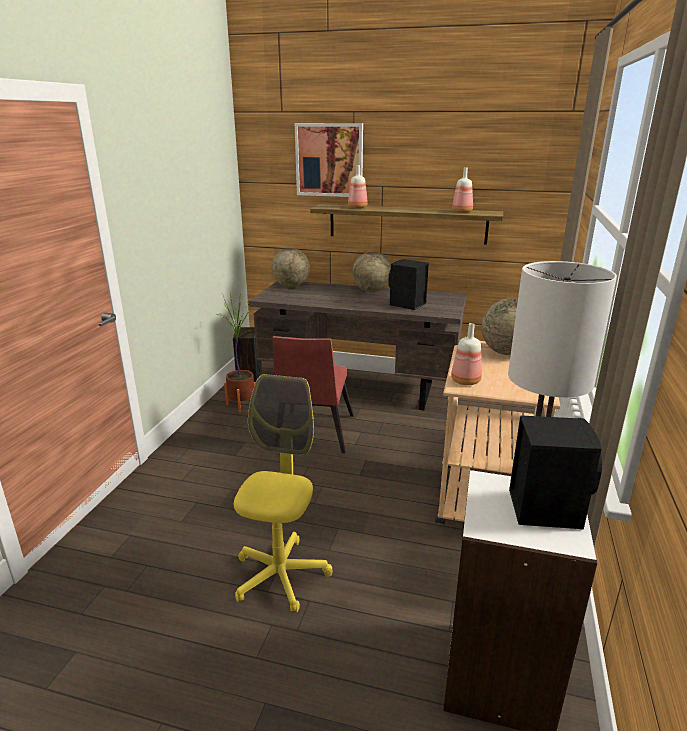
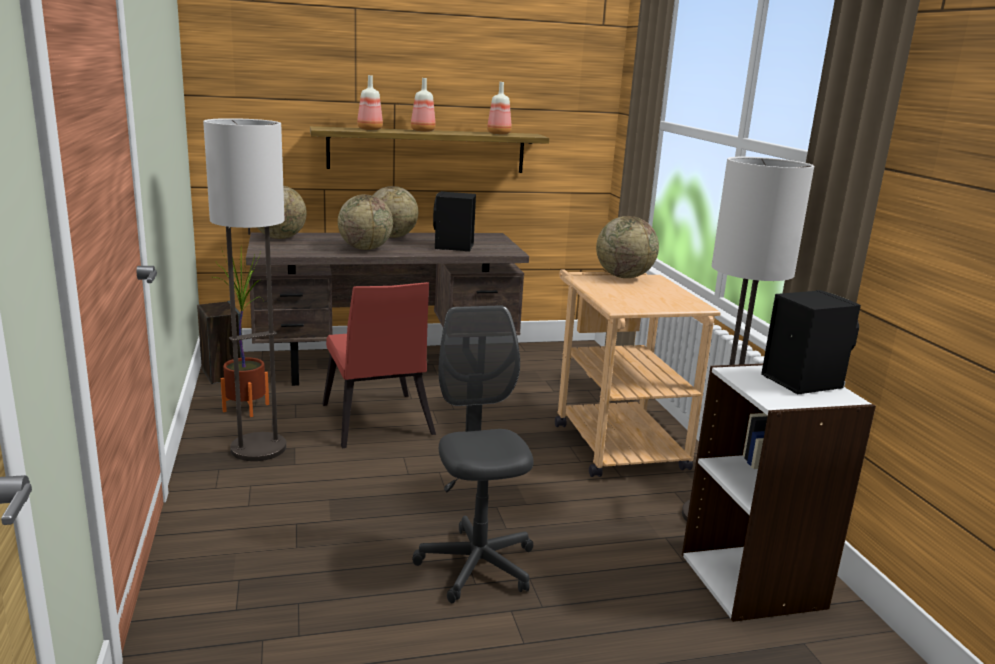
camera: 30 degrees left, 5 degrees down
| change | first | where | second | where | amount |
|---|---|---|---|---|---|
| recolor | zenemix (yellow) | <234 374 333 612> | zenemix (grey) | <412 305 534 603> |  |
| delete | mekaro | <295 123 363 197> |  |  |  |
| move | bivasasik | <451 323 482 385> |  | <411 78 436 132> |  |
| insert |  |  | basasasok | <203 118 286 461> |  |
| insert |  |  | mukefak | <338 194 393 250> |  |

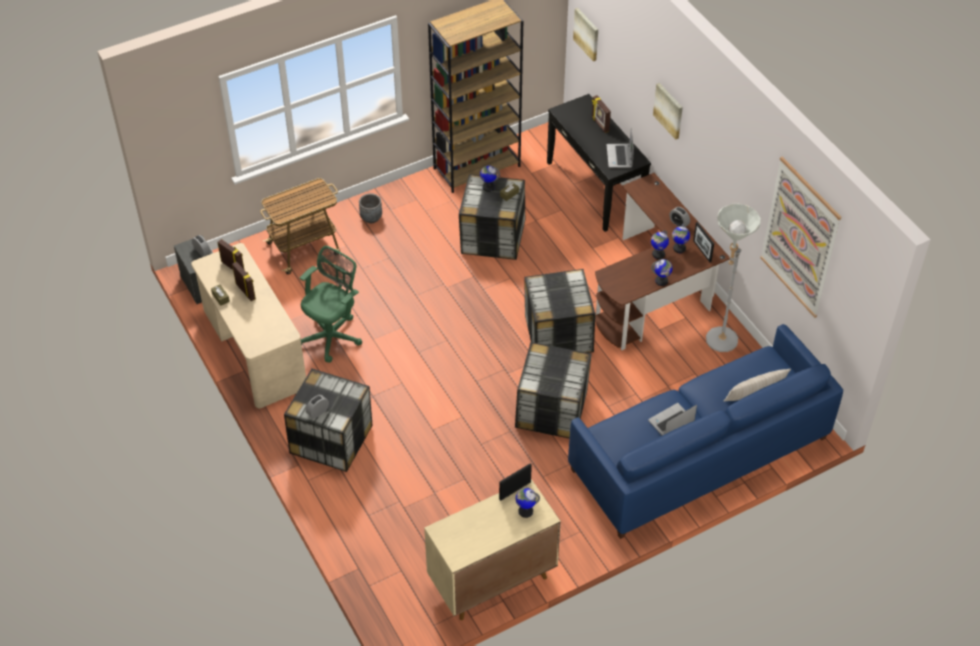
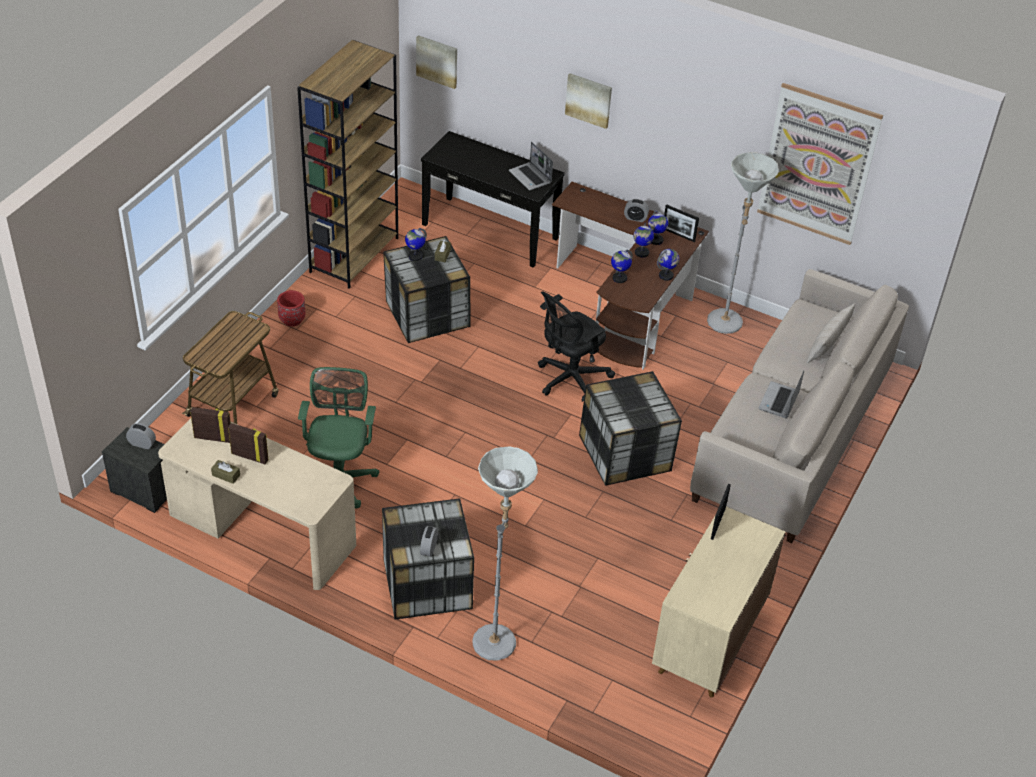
camera: 35 degrees left, 5 degrees down
| change | first | where | second | where | amount |
|---|---|---|---|---|---|
| delete | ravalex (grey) | <359 193 382 223> |  |  |  |
| move | mukefak | <516 488 540 518> |  | <611 250 633 283> |  |
| replace | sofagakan | <524 269 595 353> | zenemix (black) | <538 291 615 402> |  |
| recolor | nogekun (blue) | <568 324 843 539> | nogekun (beige) | <690 269 909 543> |  |
| delete | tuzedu | <592 95 611 133> |  |  |  |
| insert |  |  | ravalex (red) | <277 290 306 327> |  |
| insert |  |  | basasasok (grey) | <472 446 538 660> |  |

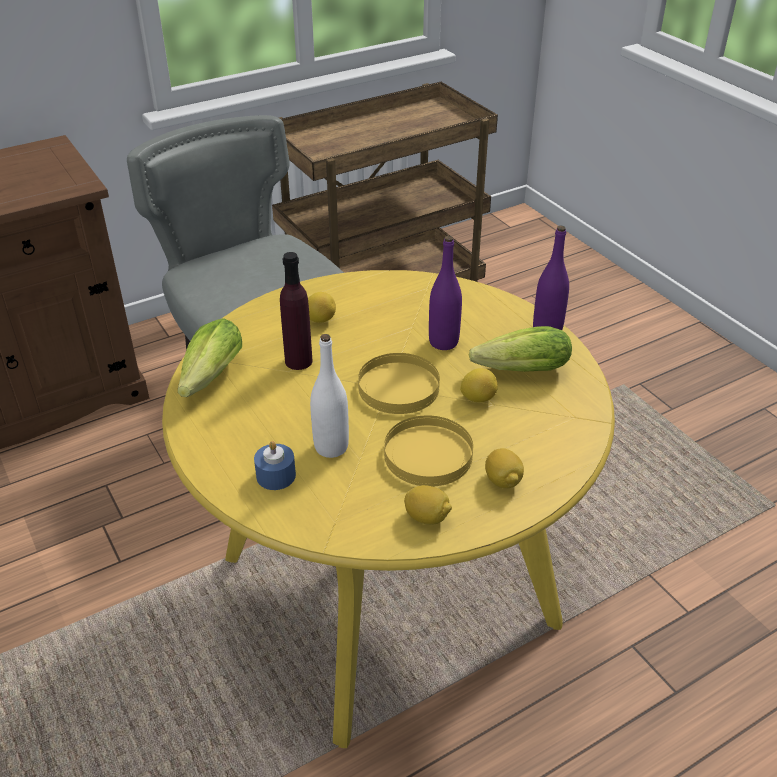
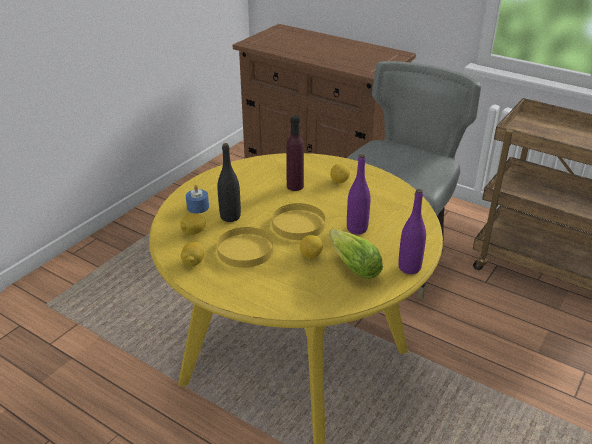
camera: 65 degrees right, 5 degrees down
| change | first | where | second | where | amount |
|---|---|---|---|---|---|
| delete | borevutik | <178 318 242 397> |  |  |  |
| recolor | bivasasik (white) | <310 334 349 458> | bivasasik (black) | <217 143 241 222> |  |
| move | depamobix | <485 448 524 489> |  | <180 214 206 235> |  |

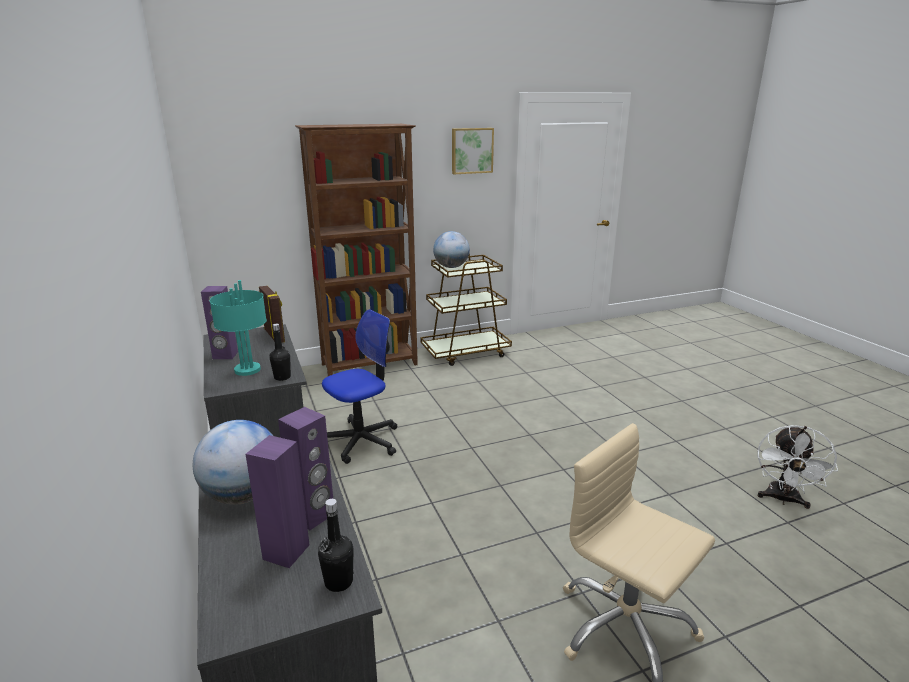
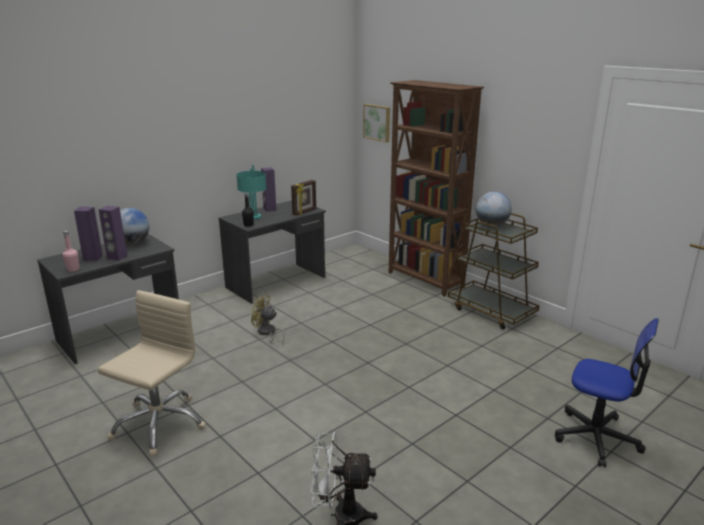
camera: 70 degrees right, 0 degrees up
| change | first | where | second | where | amount |
|---|---|---|---|---|---|
| recolor | bivasasik (black) | <318 499 354 592> | bivasasik (pink) | <62 231 79 272> |  |
| move | zenemix | <322 309 397 464> |  | <555 318 659 468> |  |
| move | mekaro | <452 128 494 174> |  | <363 104 390 143> |  |
| insert |  |  | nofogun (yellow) | <251 295 285 345> |  |

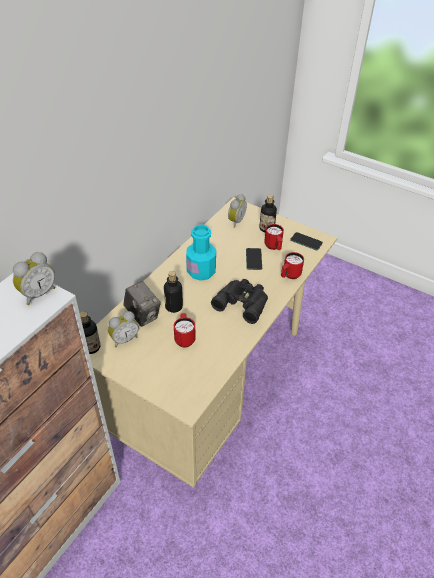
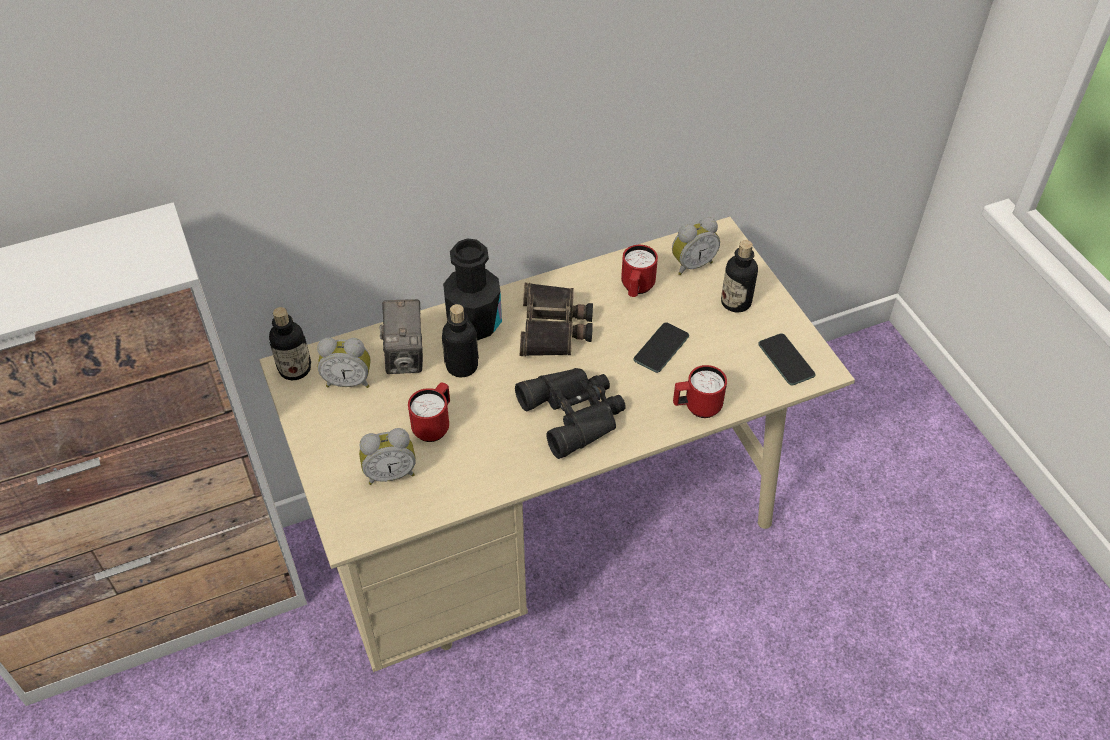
camera: 35 degrees right, 5 degrees up
| change | first | where | second | where | amount |
|---|---|---|---|---|---|
| move | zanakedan | <13 252 55 305> |  | <359 428 416 485> |  |
| replace | bivasasik (turquoise) | <186 225 216 281> | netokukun | <520 283 593 356> |  |
| move | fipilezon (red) | <264 224 284 250> |  | <621 245 658 297> |  |
| insert |  |  | bivasasik (black) | <443 238 502 340> |  |

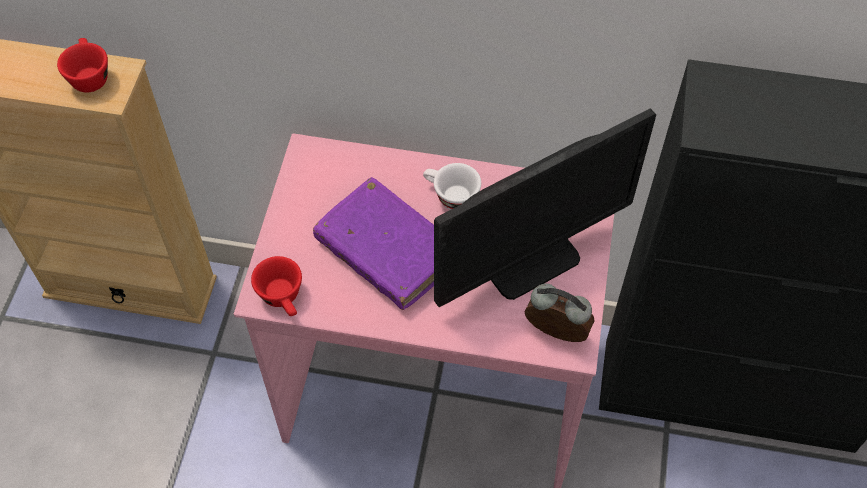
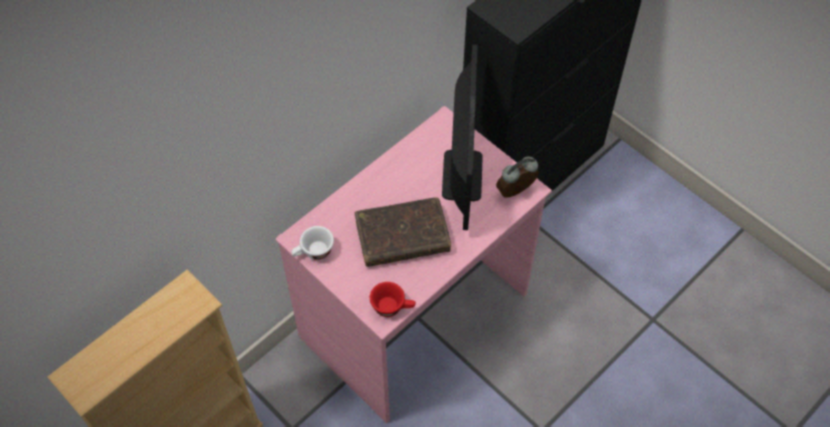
camera: 55 degrees left, 0 degrees up
| change | first | where | second | where | amount |
|---|---|---|---|---|---|
| delete | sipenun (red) | <57 38 108 93> |  |  |  |
| recolor | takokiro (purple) | <313 177 434 310> | takokiro (brown) | <355 197 451 267> |  |
| move | sipenun (white) | <423 163 481 210> |  | <291 226 334 260> |  |

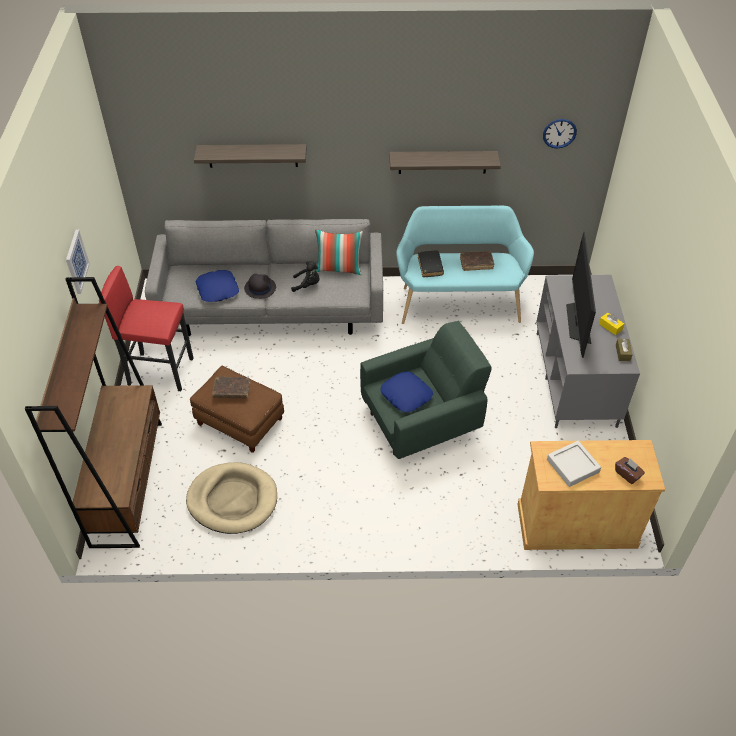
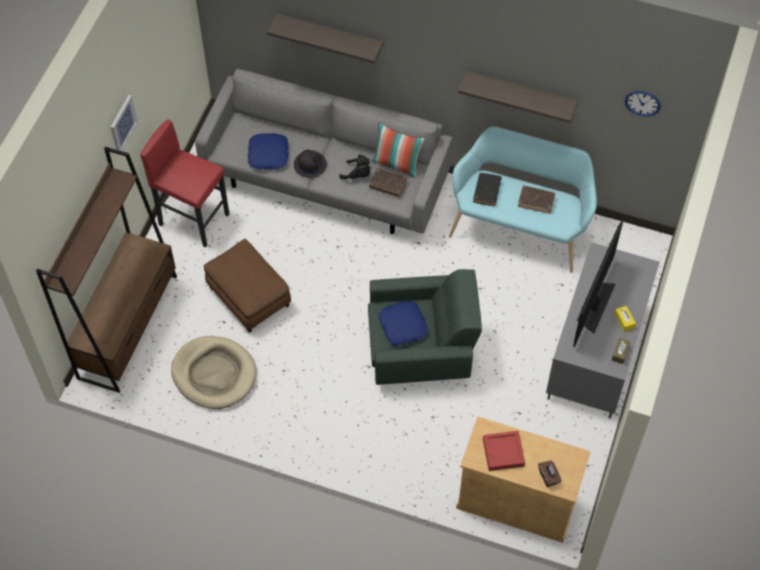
camera: 20 degrees right, 10 degrees up
| change | first | where | second | where | amount |
|---|---|---|---|---|---|
| move | takokiro (brown) | <212 377 250 398> |  | <369 168 407 197> |  |
| recolor | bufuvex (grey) | <547 441 601 487> | bufuvex (red) | <483 431 525 471> |  |

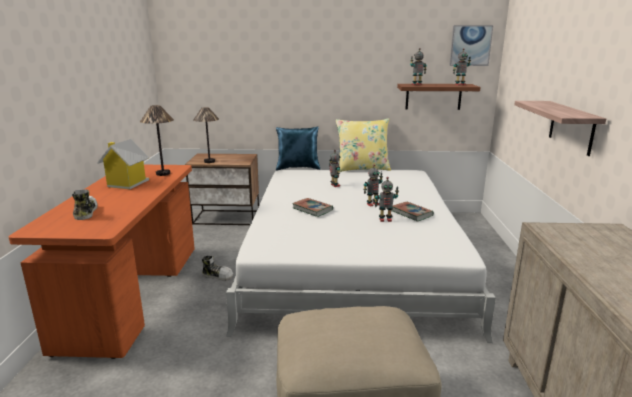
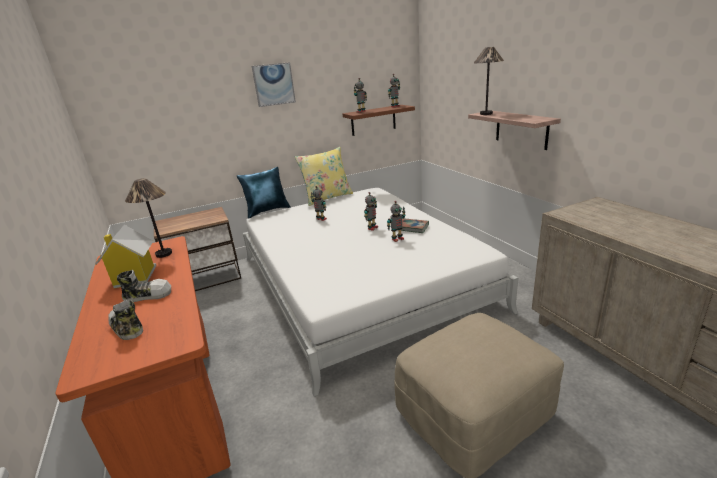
camera: 25 degrees left, 5 degrees up
| change | first | where | second | where | amount |
|---|---|---|---|---|---|
| move | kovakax | <193 107 219 163> |  | <474 47 504 115> |  |
| move | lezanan | <202 255 233 281> |  | <117 270 171 302> |  |
| delete | takokiro | <292 198 333 217> |  |  |  |
| move | mekaro | <449 25 493 66> |  | <252 62 296 107> |  |

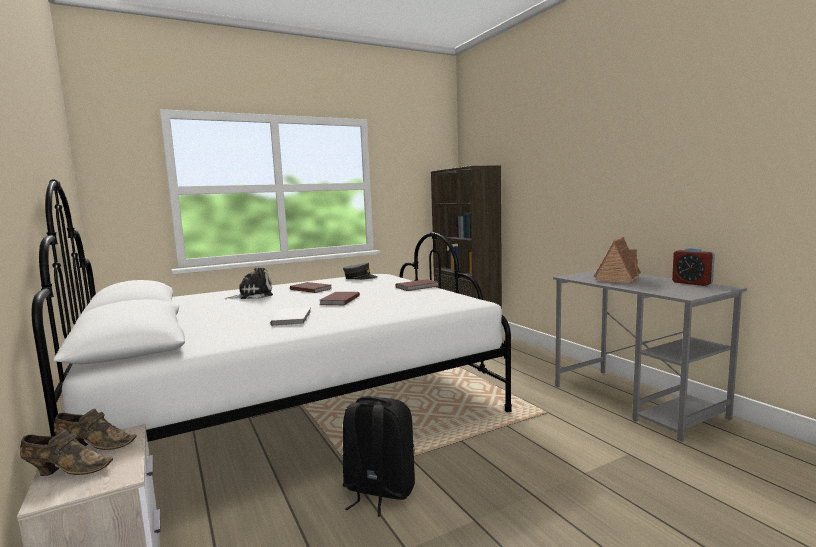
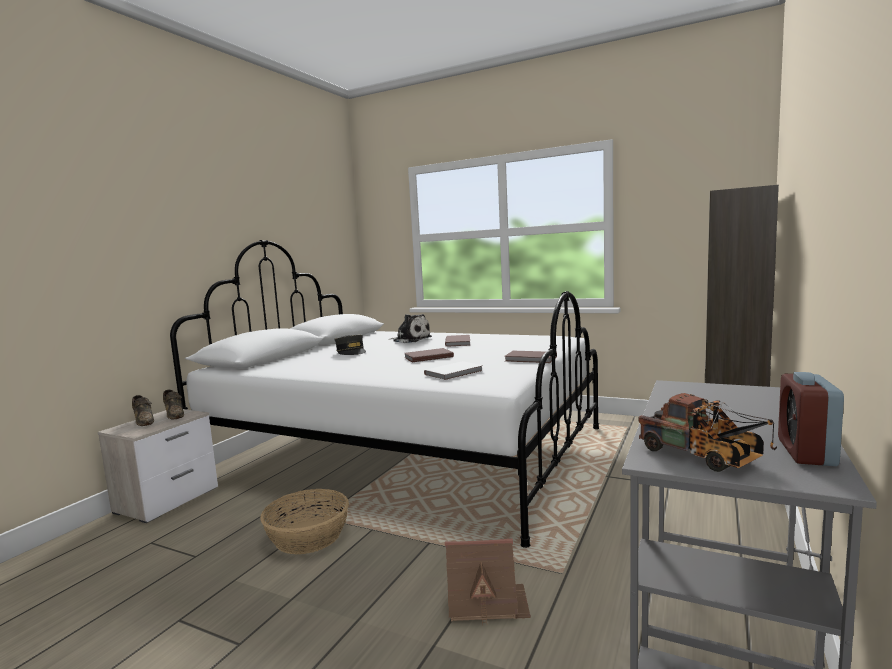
camera: 55 degrees right, 0 degrees up
| change | first | where | second | where | amount |
|---|---|---|---|---|---|
| move | takokiro (white) | <270 307 311 326> |  | <424 361 483 381> |  |
| move | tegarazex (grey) | <343 263 378 280> |  | <335 334 366 355> |  |
| replace | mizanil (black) | <343 396 415 516> | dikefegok | <260 489 349 554> |  |
| move | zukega | <594 237 641 283> |  | <445 539 531 625> |  |
| insert |  |  | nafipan | <638 393 777 472> |  |

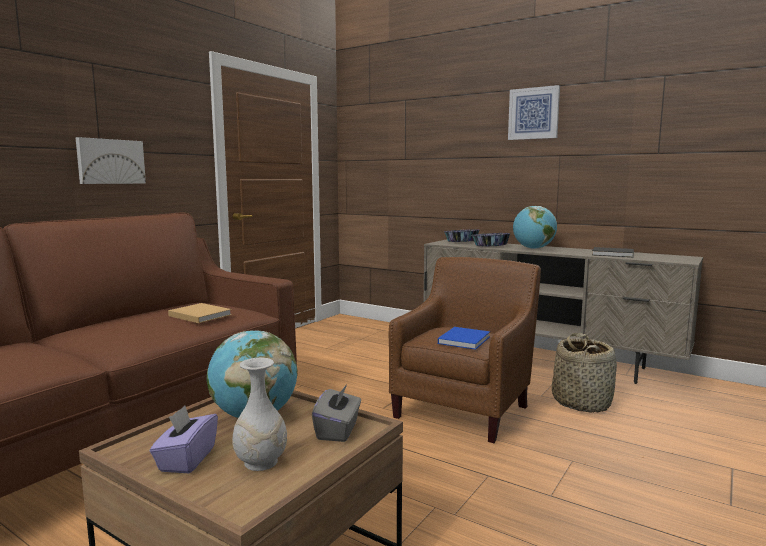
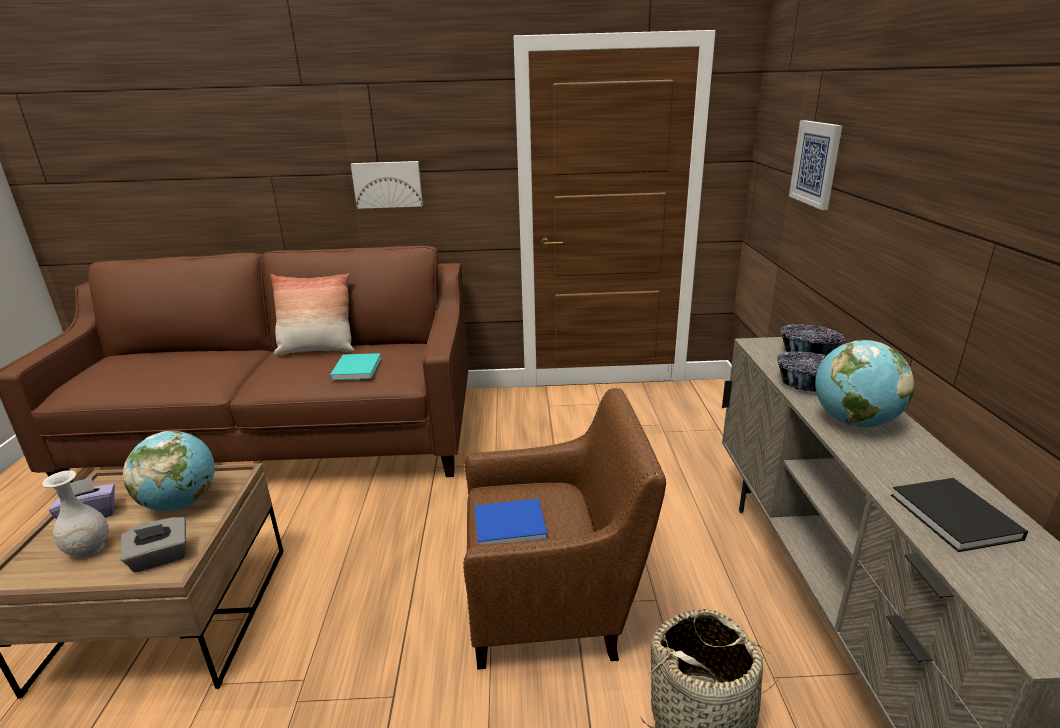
camera: 55 degrees right, 15 degrees up
| change | first | where | second | where | amount |
|---|---|---|---|---|---|
| recolor | takokiro (beige) | <168 303 232 323> | takokiro (turquoise) | <330 353 381 380> |  |
| move | mekaro | <508 85 560 140> |  | <789 120 842 210> |  |
| insert |  |  | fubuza | <270 273 354 356> |  |

